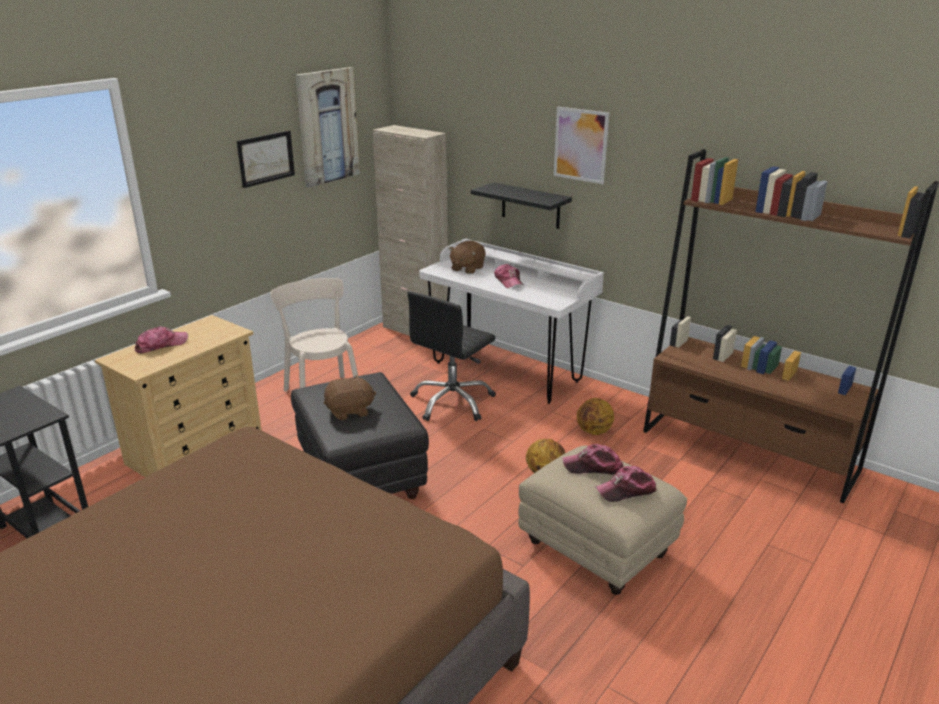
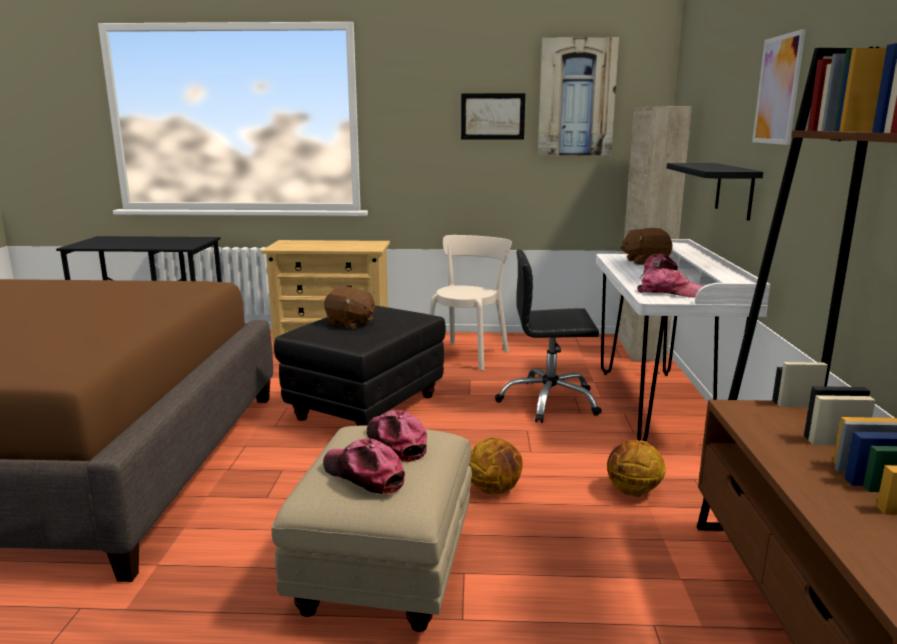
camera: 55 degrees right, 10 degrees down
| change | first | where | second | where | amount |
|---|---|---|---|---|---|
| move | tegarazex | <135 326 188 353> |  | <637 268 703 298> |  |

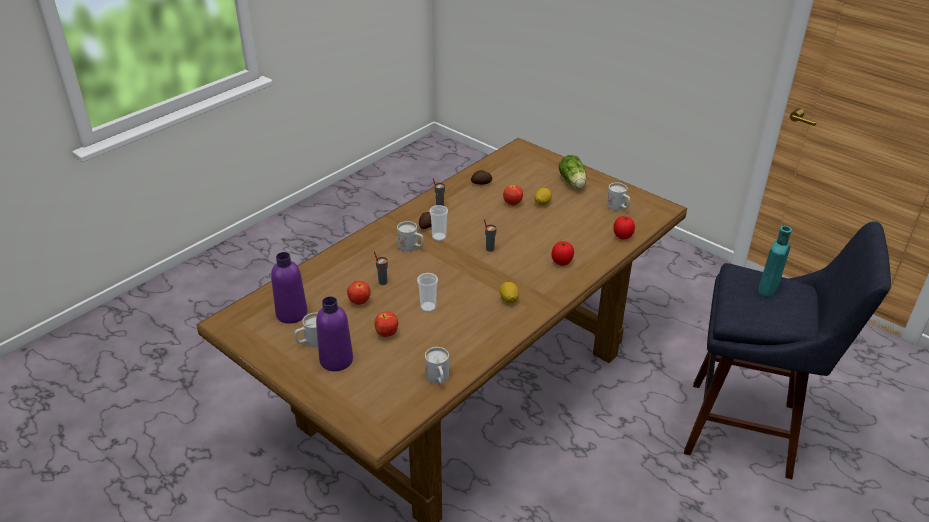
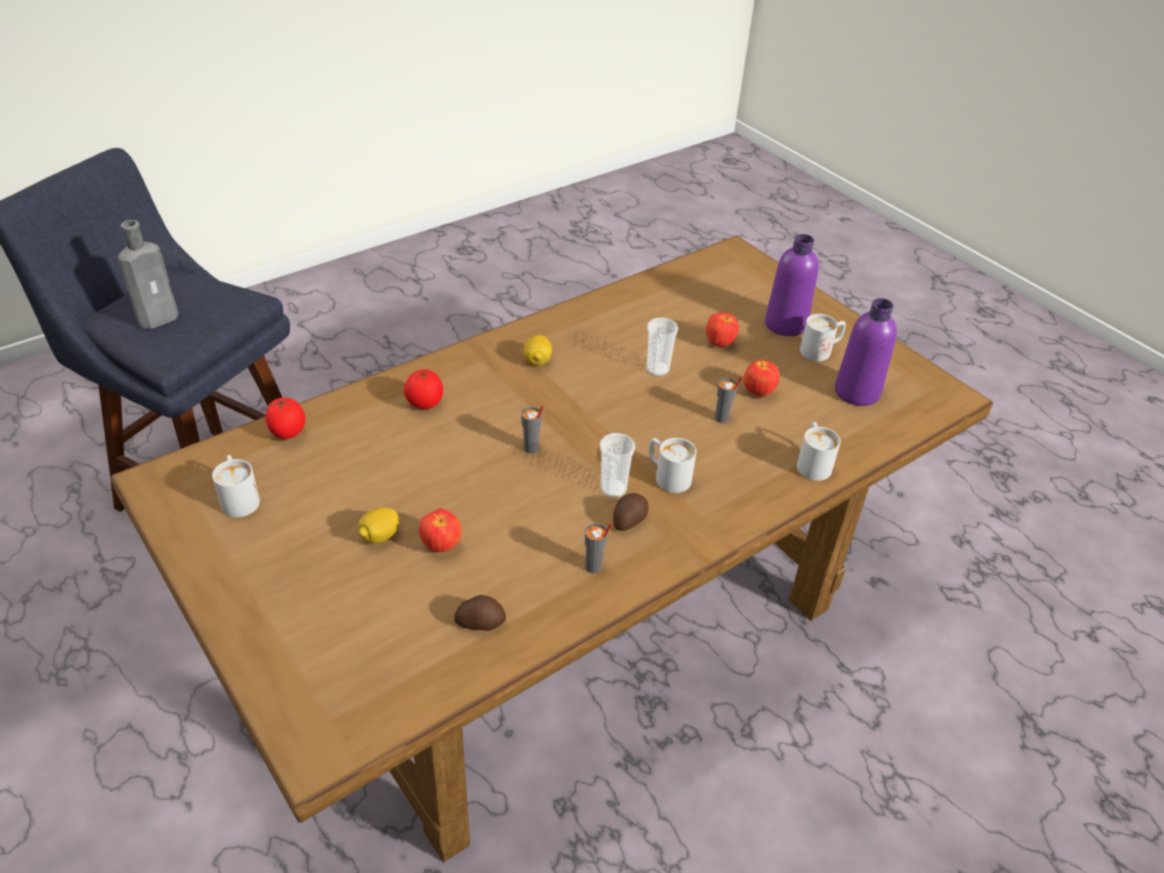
camera: 170 degrees left, 5 degrees up
| change | first | where | second | where | amount |
|---|---|---|---|---|---|
| move | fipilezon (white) | <425 347 449 385> |  | <797 422 841 481> |  |
| delete | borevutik | <559 155 587 188> |  |  |  |
| recolor | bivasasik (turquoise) | <758 226 792 297> | bivasasik (grey) | <118 220 178 329> |  |

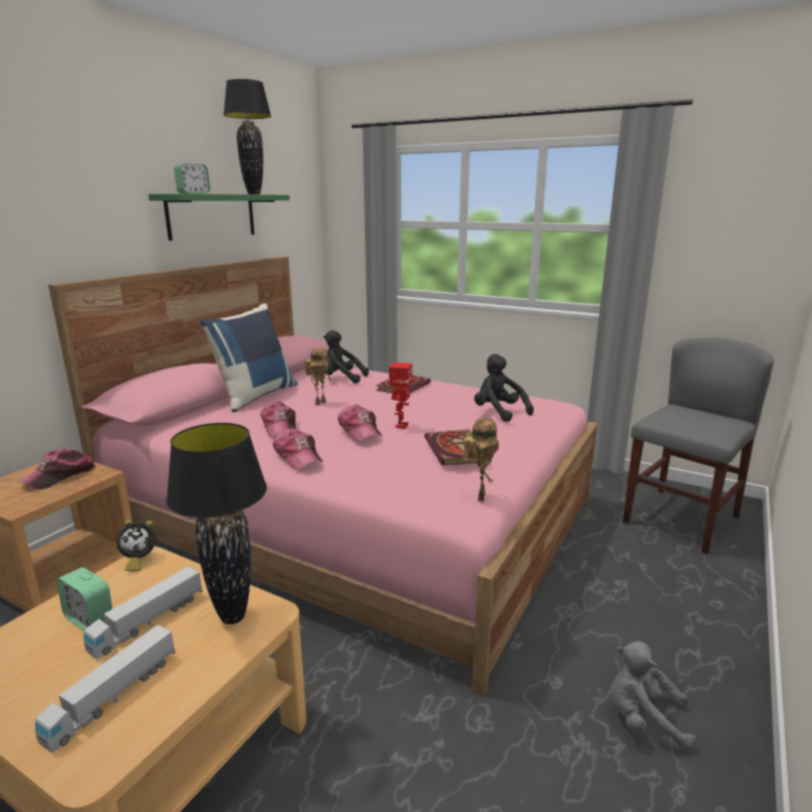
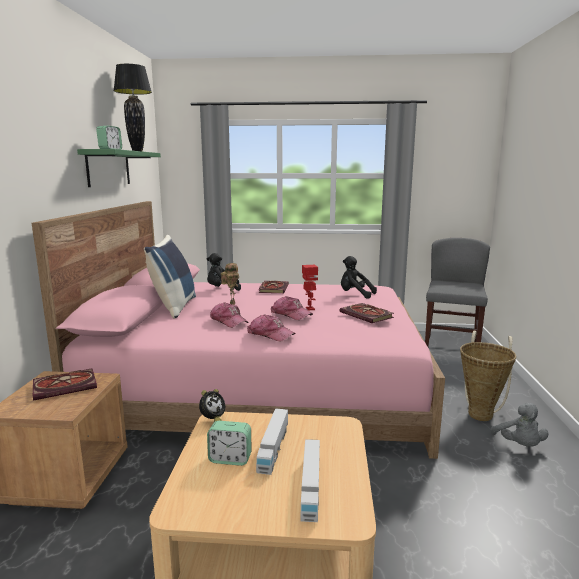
camera: 25 degrees left, 5 degrees down
| change | first | where | second | where | amount |
|---|---|---|---|---|---|
| replace | tegarazex | <19 449 96 490> | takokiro | <33 369 97 401> |  |
| delete | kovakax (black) | <166 423 267 624> |  |  |  |
| delete | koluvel | <463 418 499 502> |  |  |  |
| rotate | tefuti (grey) | <610 641 696 752> |  | <491 403 548 447> | 90 degrees counterclockwise |
| insert |  |  | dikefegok | <460 331 516 421> |  |

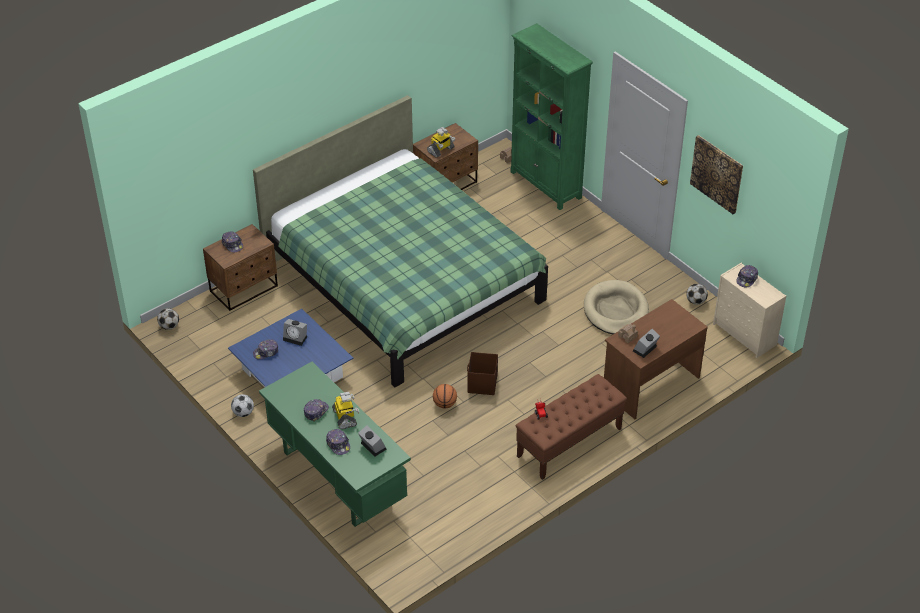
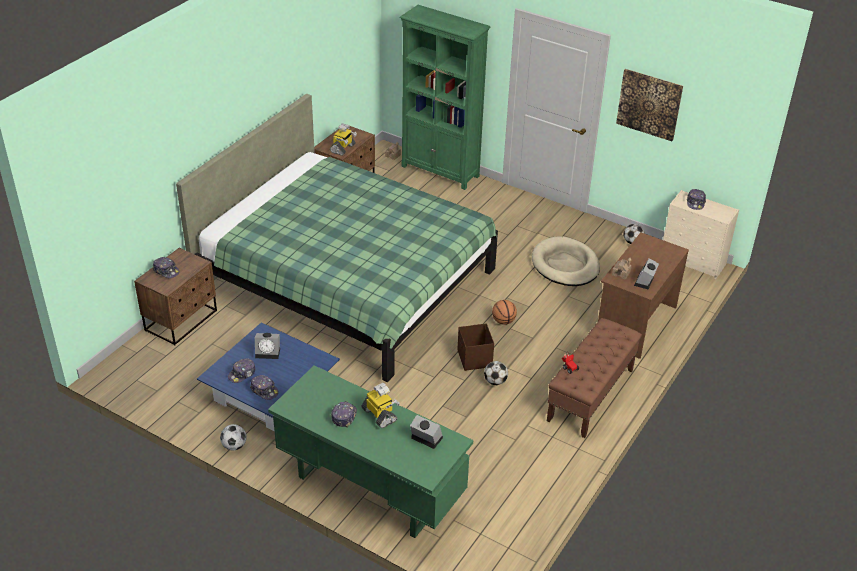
camera: 20 degrees left, 5 degrees down
| change | first | where | second | where | amount |
|---|---|---|---|---|---|
| move | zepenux | <157 308 179 330> |  | <484 361 508 385> |  |
| move | tegarazex | <326 429 350 455> |  | <250 375 279 400> |  |
| move | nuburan | <433 384 457 408> |  | <492 300 517 325> |  |

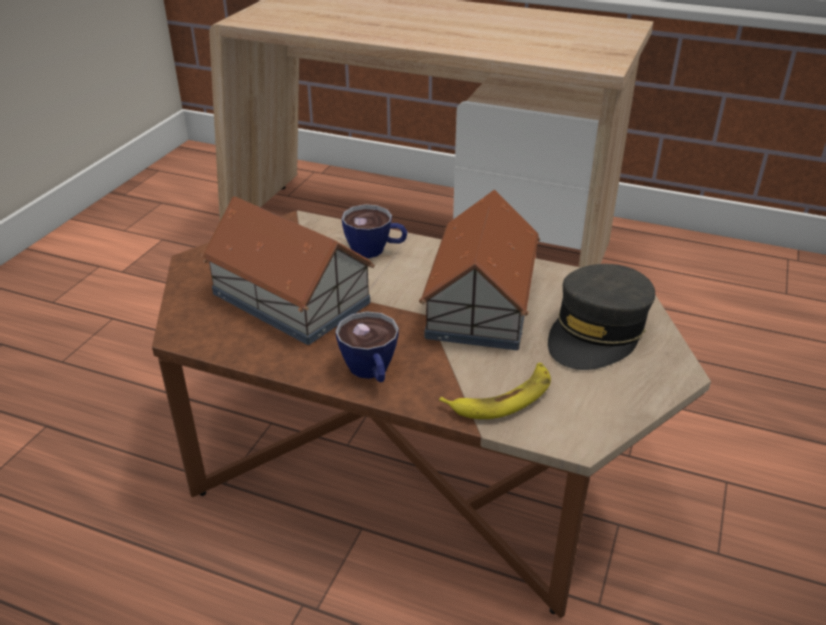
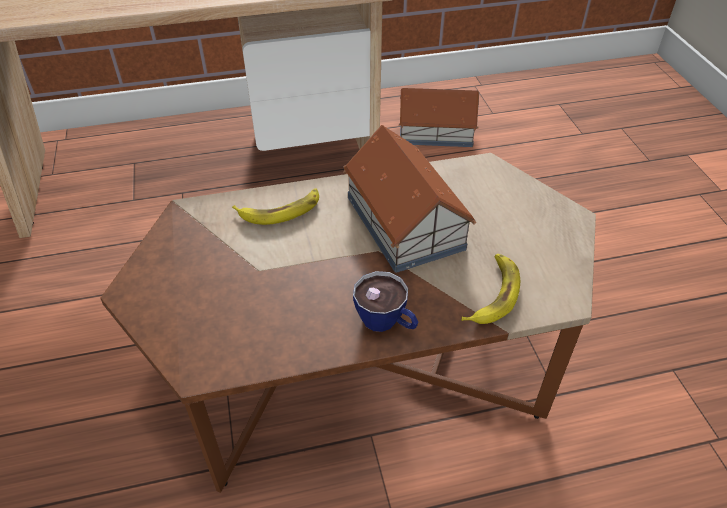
camera: 35 degrees left, 10 degrees up
| change | first | where | second | where | amount |
|---|---|---|---|---|---|
| move | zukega | <201 197 375 345> |  | <399 88 479 147> |  |
| replace | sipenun | <342 204 407 258> | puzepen | <232 189 319 225> |  |
| delete | tegarazex (grey) | <548 264 655 370> |  |  |  |

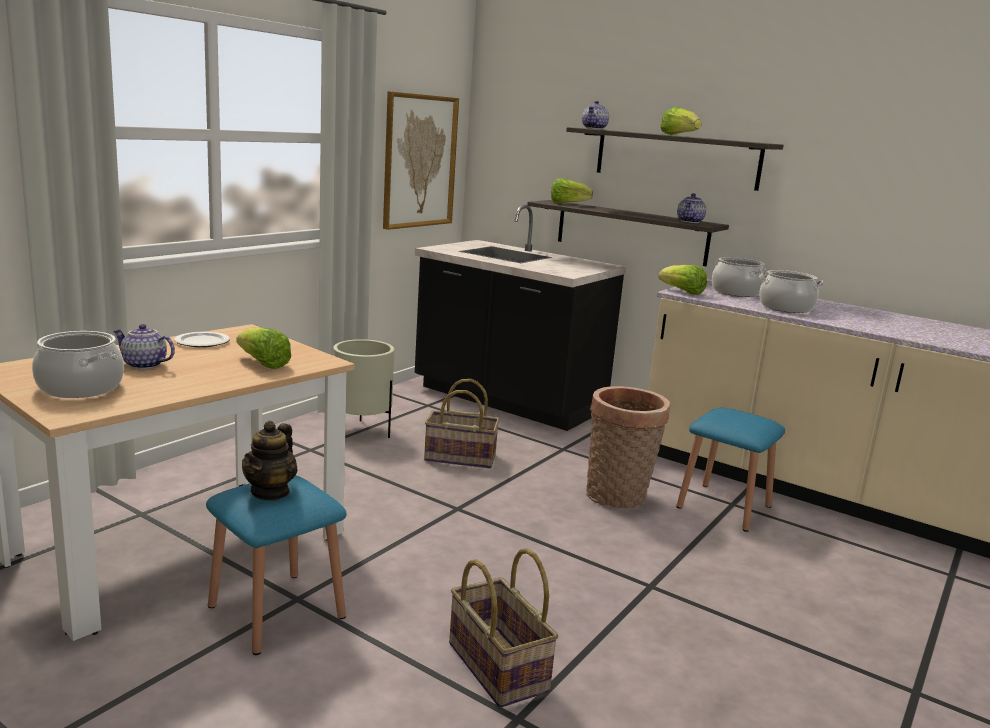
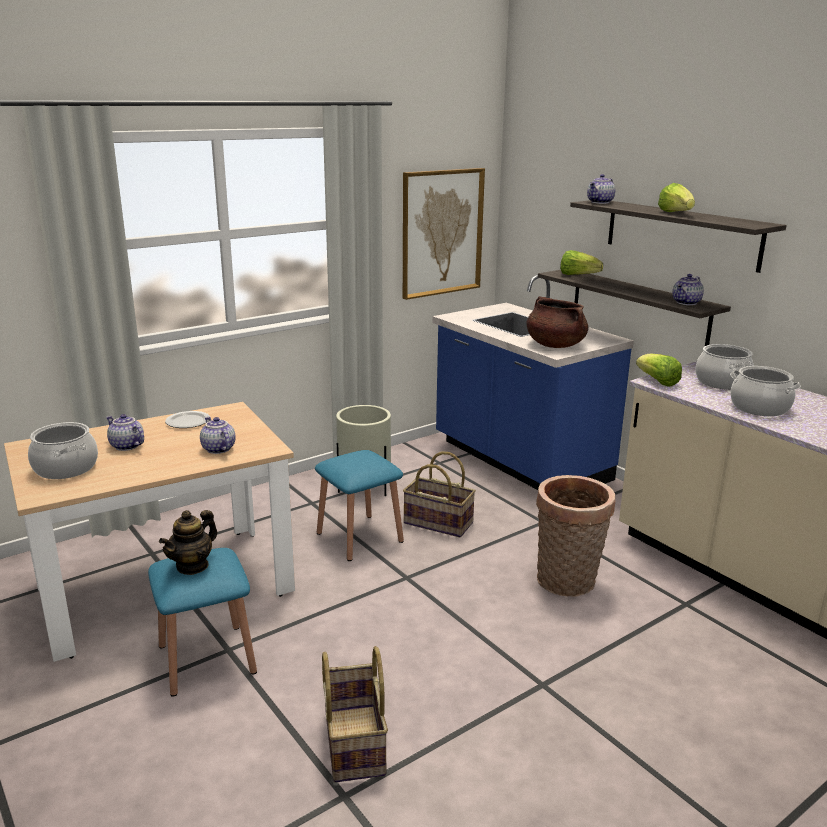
camera: 20 degrees right, 5 degrees up
| change | first | where | second | where | amount |
|---|---|---|---|---|---|
| replace | borevutik | <236 328 291 369> | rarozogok | <200 417 235 454> |  |
| recolor | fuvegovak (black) | <415 205 626 431> | fuvegovak (blue) | <433 275 634 490> |  |
| move | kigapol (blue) | <676 408 785 532> |  | <315 450 404 561> |  |
| insert |  |  | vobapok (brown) | <526 296 588 348> |  |

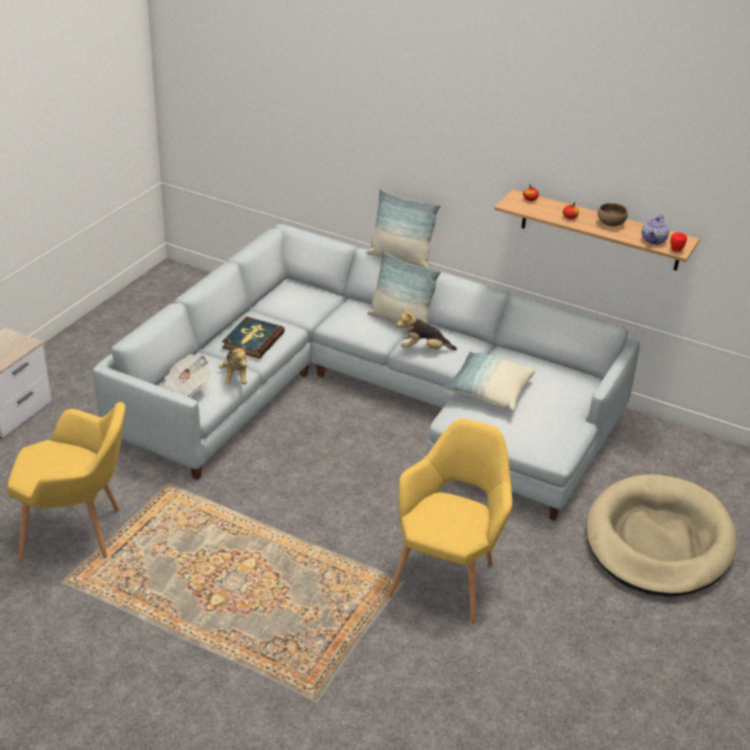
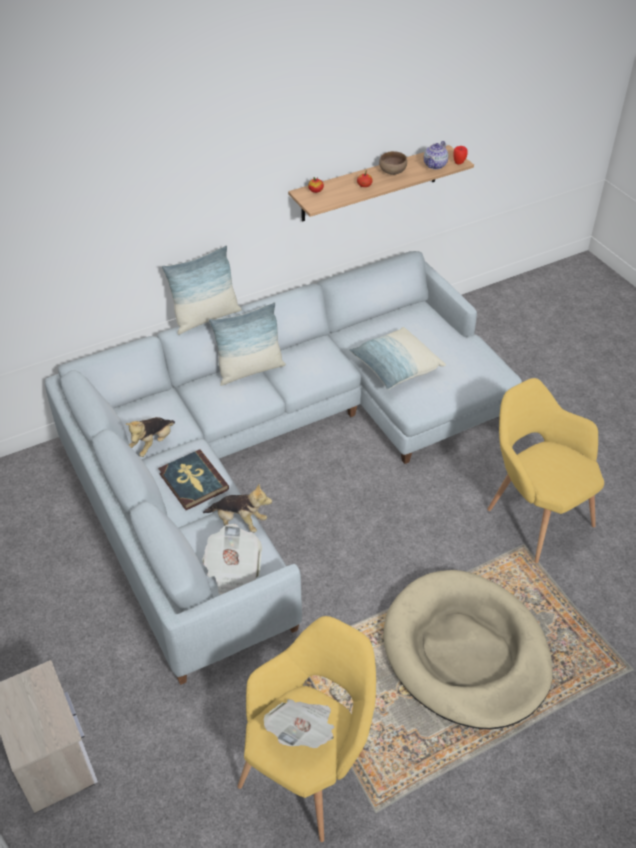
camera: 55 degrees left, 10 degrees up
| change | first | where | second | where | amount |
|---|---|---|---|---|---|
| move | tefuti | <396 309 457 350> |  | <126 417 175 457> |  |
| move | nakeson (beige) | <586 474 737 597> |  | <383 570 553 729> |  |
| rotate | rarozogok | <642 215 669 245> |  | <424 141 448 169> | 60 degrees clockwise |
| insert |  |  | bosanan | <264 699 334 748> |  |

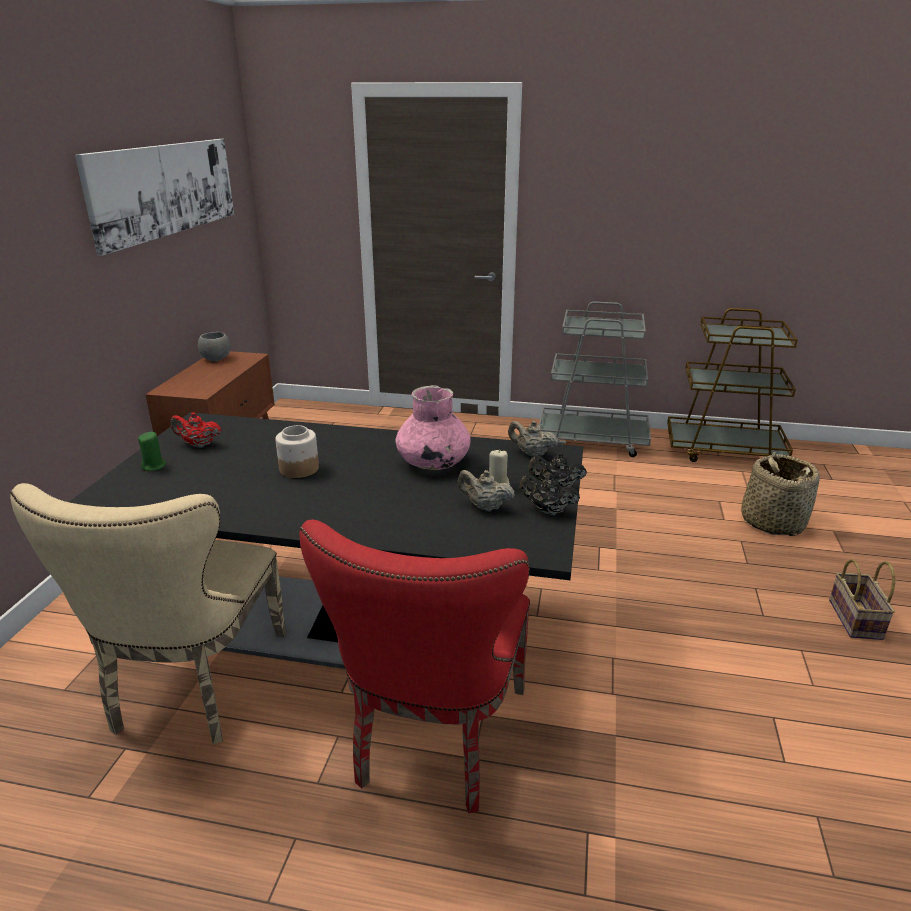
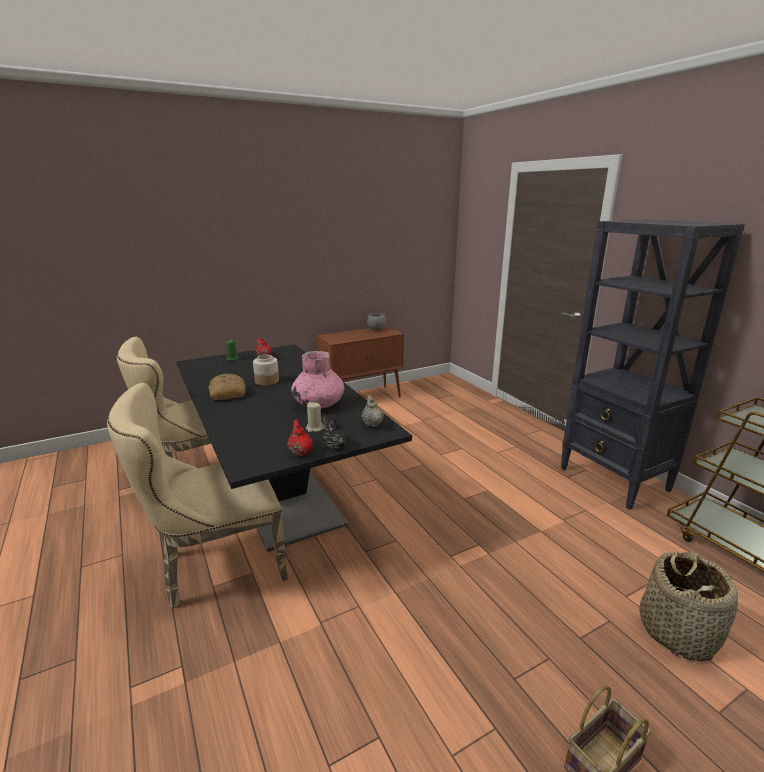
camera: 50 degrees right, 5 degrees down
| change | first | where | second | where | amount |
|---|---|---|---|---|---|
| delete | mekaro | <75 139 234 256> |  |  |  |
| recolor | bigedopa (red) | <299 520 530 813> | bigedopa (beige) | <107 383 288 608> |  |
| delete | rarozogok (beige) | <458 470 515 512> |  |  |  |
| recolor | rarozogok (black) | <520 474 580 515> | rarozogok (red) | <287 420 313 456> |  |
| replace | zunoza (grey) | <539 301 651 457> | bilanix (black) | <560 219 745 510> |  |
| insert |  |  | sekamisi | <208 374 246 400> |  |

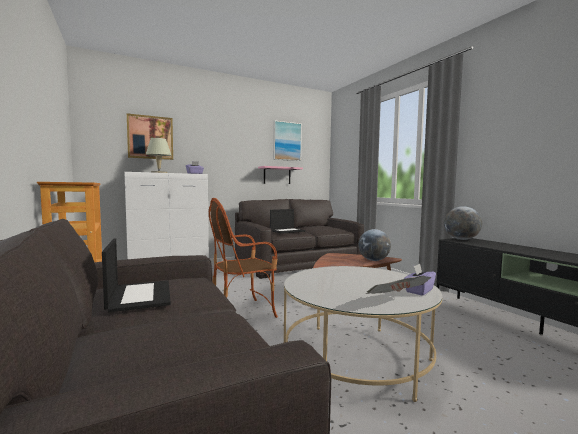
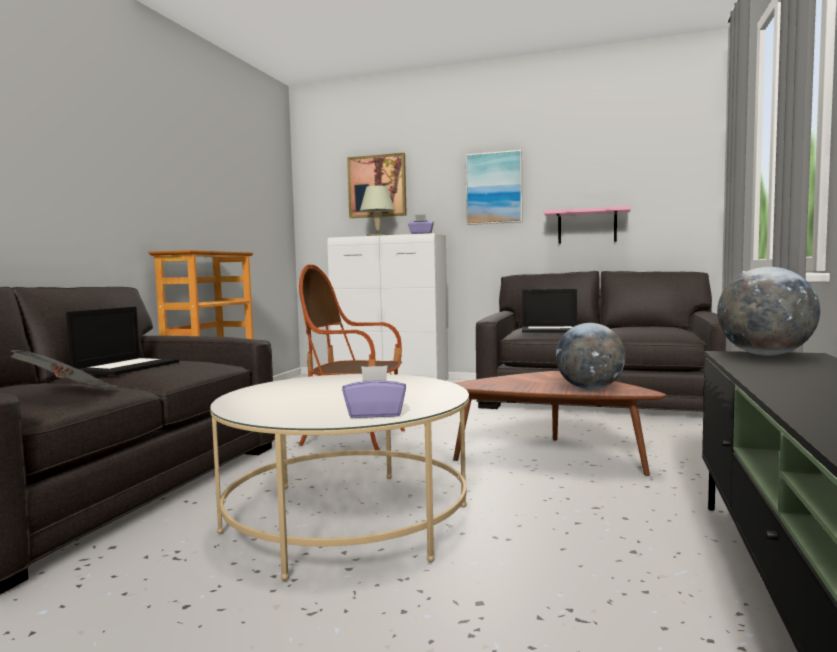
camera: 45 degrees right, 0 degrees up
| change | first | where | second | where | amount |
|---|---|---|---|---|---|
| move | mekaro | <273 120 302 161> |  | <465 150 522 225> |  |
| move | bosanan | <365 276 431 294> |  | <11 350 117 387> |  |

